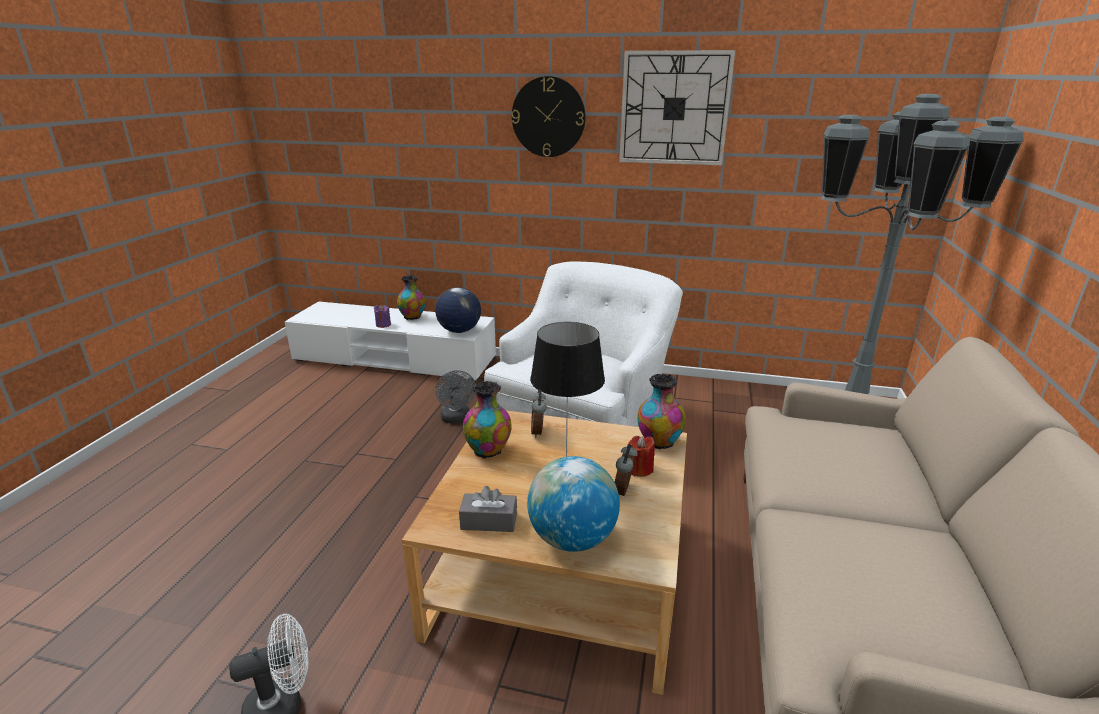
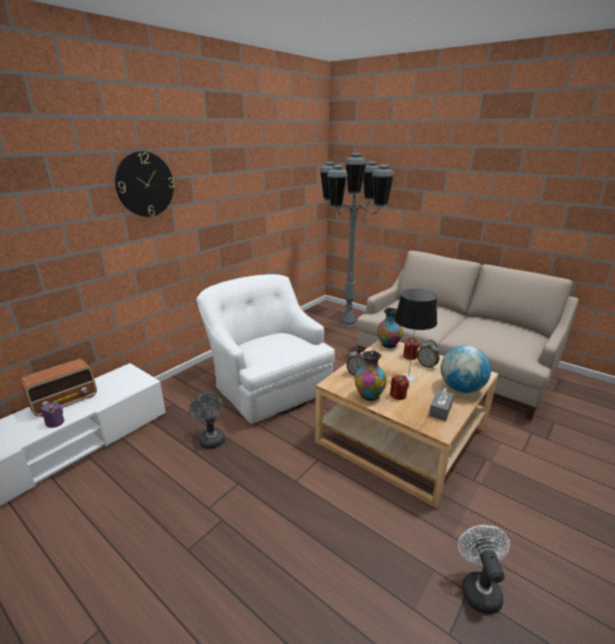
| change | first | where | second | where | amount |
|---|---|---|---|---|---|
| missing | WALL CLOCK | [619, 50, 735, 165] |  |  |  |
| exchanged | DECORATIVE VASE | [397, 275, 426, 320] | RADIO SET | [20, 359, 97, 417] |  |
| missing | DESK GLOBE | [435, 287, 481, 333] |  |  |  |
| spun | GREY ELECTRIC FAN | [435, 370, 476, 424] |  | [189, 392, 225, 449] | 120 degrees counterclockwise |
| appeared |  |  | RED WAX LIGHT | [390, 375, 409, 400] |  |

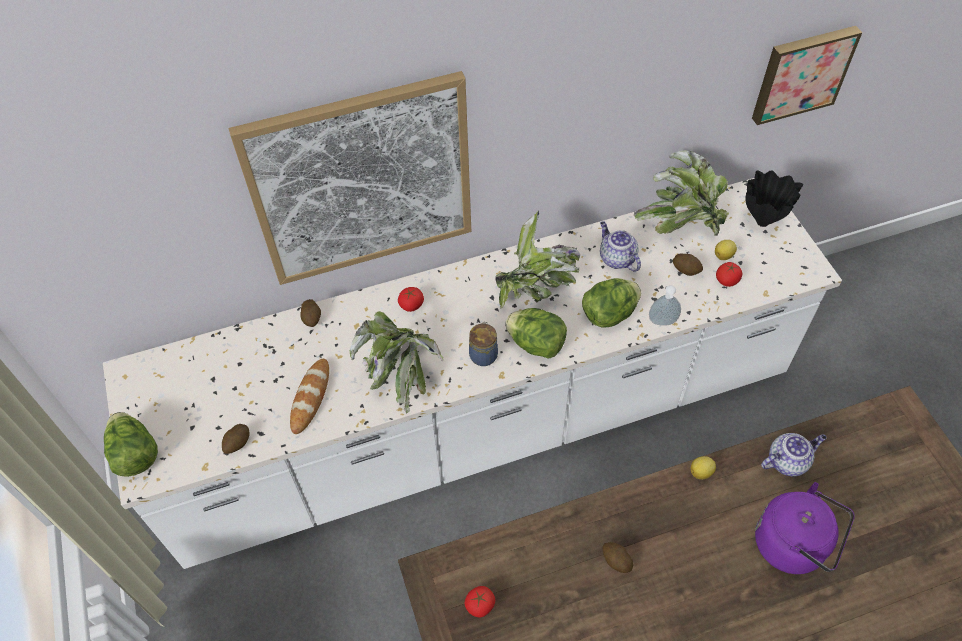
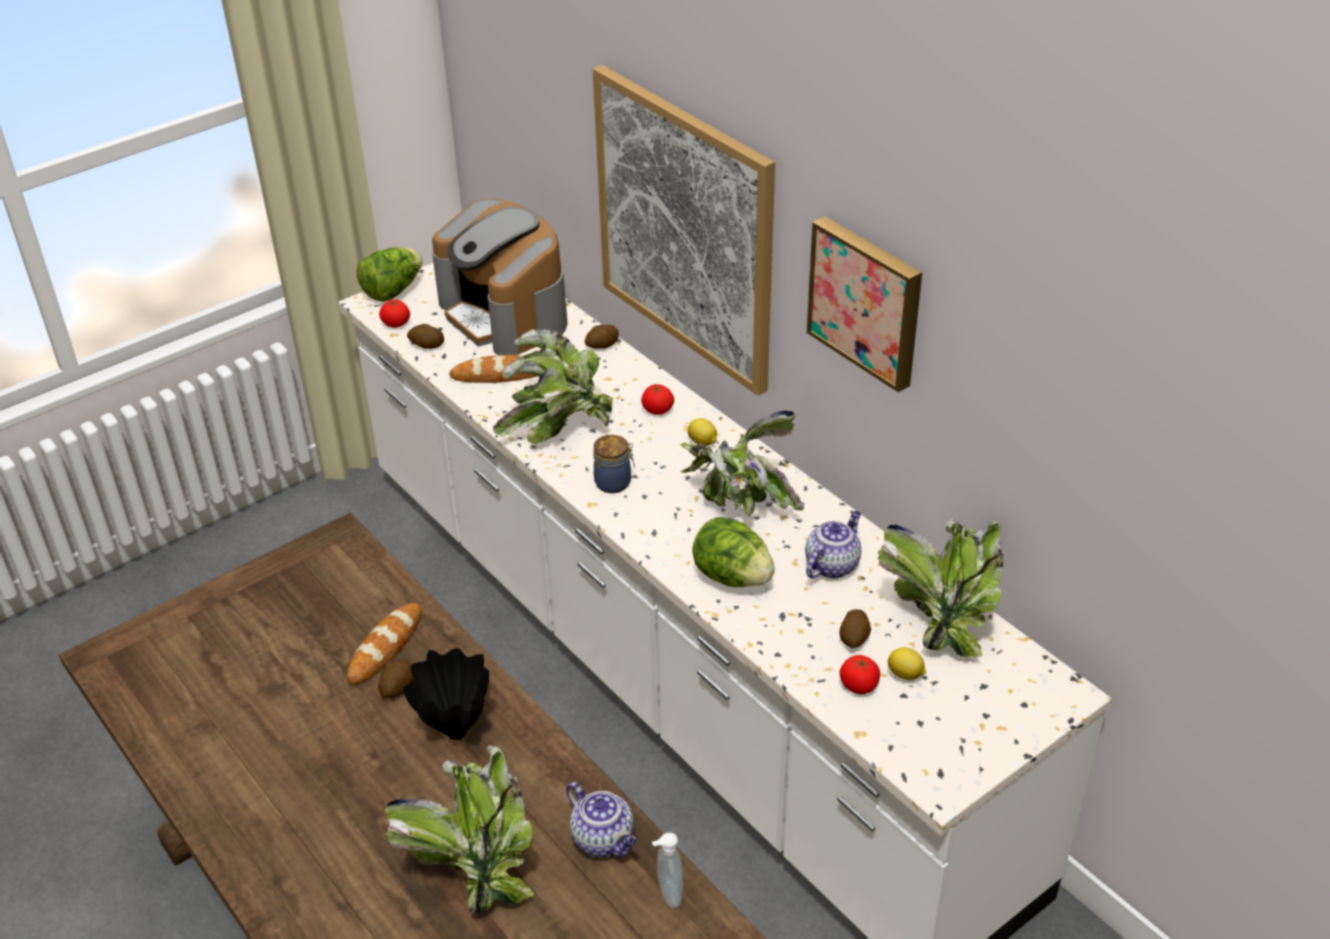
| change | first | where | second | where | amount |
|---|---|---|---|---|---|
| relocated | WALL ART | [752, 26, 862, 125] |  | [807, 216, 922, 392] |  |
| relocated | BLACKISH DECORATIVE VASE | [745, 170, 803, 227] |  | [403, 648, 489, 740] |  |
| relocated | SOAP BOTTLE | [649, 285, 681, 326] |  | [652, 833, 683, 908] |  |
| missing | LETTUCE HEAD | [505, 308, 567, 359] |  |  |  |
| relocated | LEMON | [691, 456, 716, 479] |  | [688, 418, 717, 446] |  |
| exchanged | PURPLE WATER KETTLE | [755, 482, 855, 574] | HOUSEPLANT | [385, 745, 534, 913] |  |
| relocated | WHOLE TOMATO | [464, 586, 495, 617] |  | [379, 299, 410, 328] |  |
| appeared |  |  | COFFEE MAKER | [432, 198, 568, 356] |  |
| appeared |  |  | BAKERY BREAD | [347, 603, 421, 685] |  |

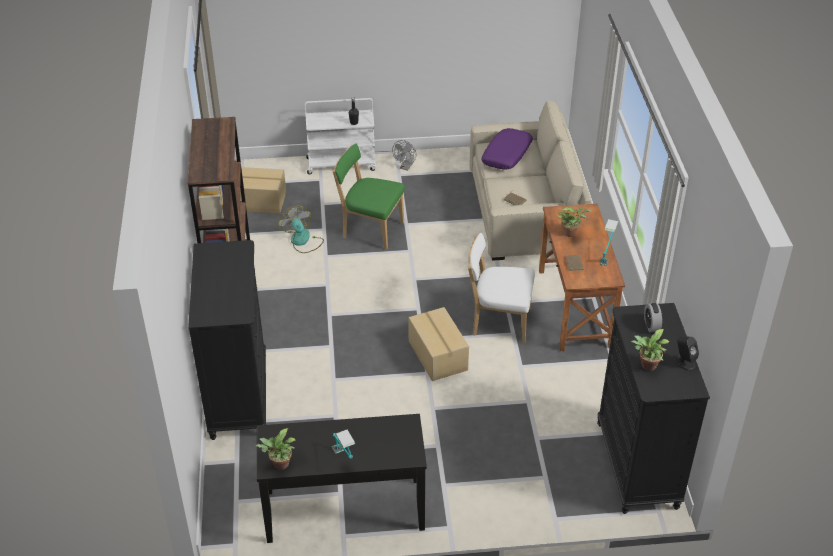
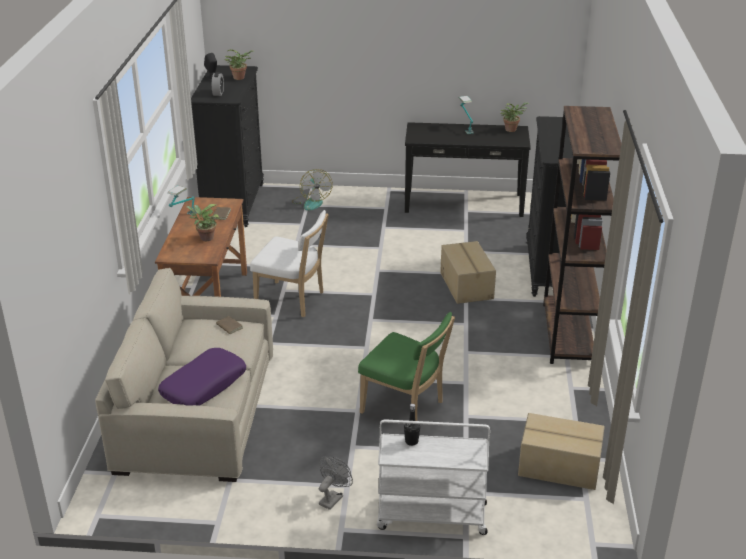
| change | first | where | second | where | amount |
|---|---|---|---|---|---|
| relocated | ELECTRIC FAN | [278, 206, 324, 253] |  | [292, 169, 333, 211] |  |
| relocated | CARDBOARD BOX | [408, 307, 469, 381] |  | [440, 241, 496, 304] |  |

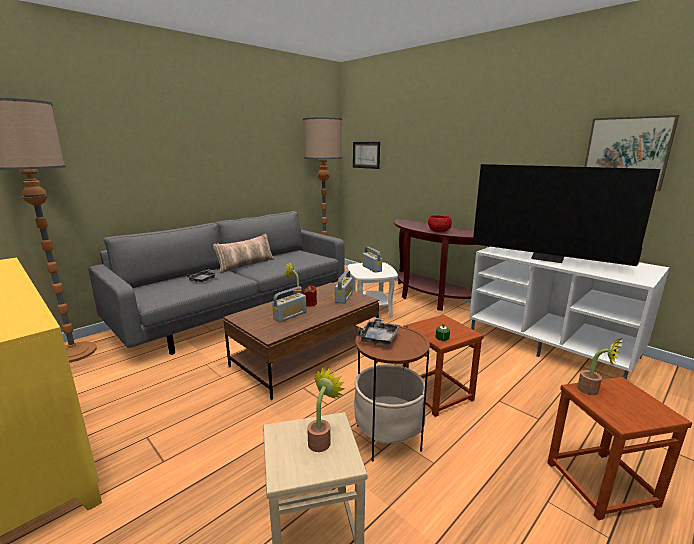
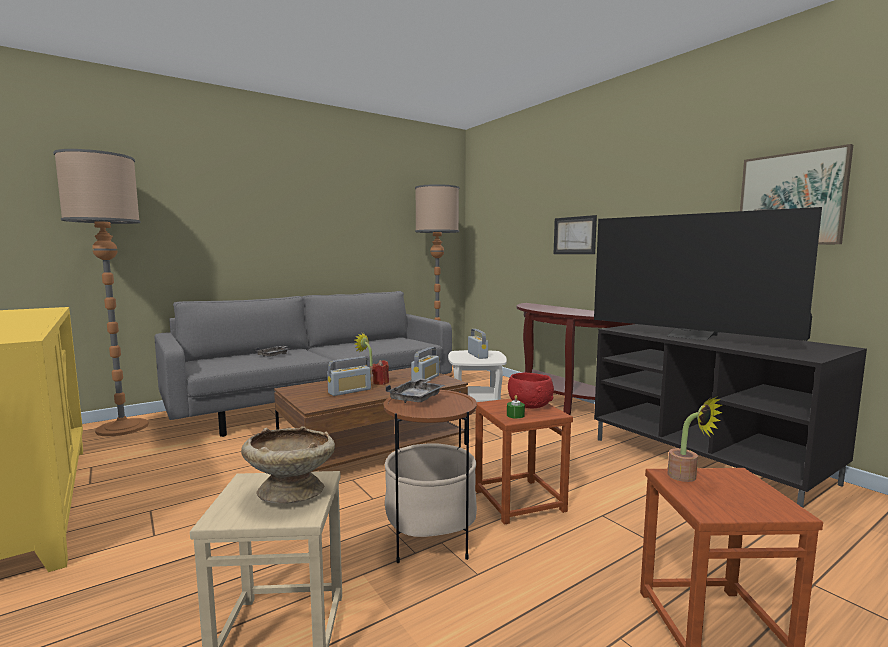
| change | first | where | second | where | amount |
|---|---|---|---|---|---|
| relocated | WALL ART | [353, 142, 380, 169] |  | [554, 215, 597, 254] |  |
| relocated | RED SERVING BOWL | [428, 215, 452, 232] |  | [508, 373, 554, 408] |  |
| missing | PILLOW | [213, 234, 274, 273] |  |  |  |
| colour | WHITE TV STAND | [469, 247, 670, 380] | BLACKISH TV STAND | [594, 324, 867, 508] |  |
| exchanged | HOUSEPLANT | [307, 367, 345, 452] | SAND-COLOURED SERVING BOWL | [241, 426, 335, 504] |  |

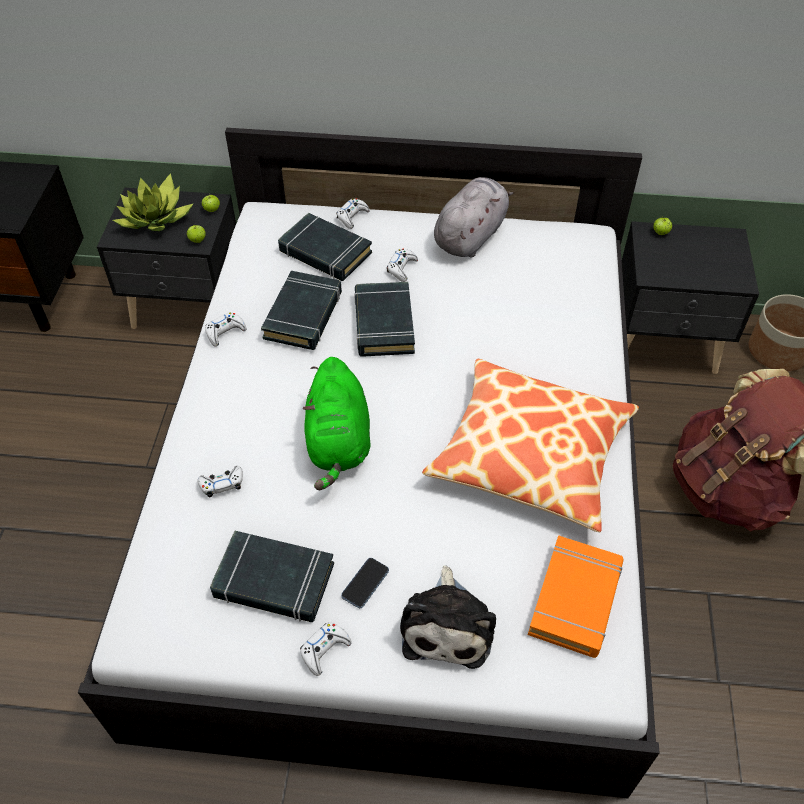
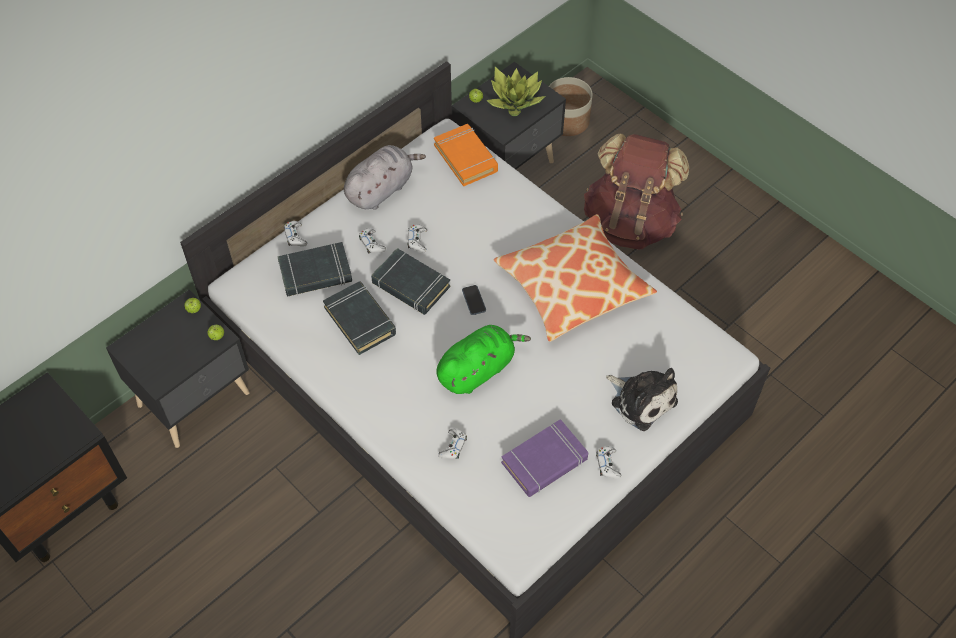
| change | first | where | second | where | amount |
|---|---|---|---|---|---|
| relocated | HOUSEPLANT | [113, 173, 194, 231] |  | [486, 67, 545, 116] |  |
| spun | GREY PLUSH TOY | [434, 177, 515, 258] |  | [344, 145, 426, 210] | 60 degrees clockwise |
| relocated | WHITE JOYPAD | [205, 312, 246, 347] |  | [407, 225, 427, 252] |  |
| spun | GREEN-COLOURED PLUSH TOY | [303, 357, 370, 490] |  | [436, 325, 531, 394] | 75 degrees counterclockwise |
| colour | BLACKISH BOUND BOOK | [210, 531, 334, 622] | PURPLE BOUND BOOK | [501, 419, 588, 497] |  |
| relocated | ORANGE-COLOURED BOUND BOOK | [528, 535, 623, 658] |  | [434, 124, 498, 187] |  |
| relocated | PHONE | [341, 558, 389, 608] |  | [462, 285, 486, 315] |  |

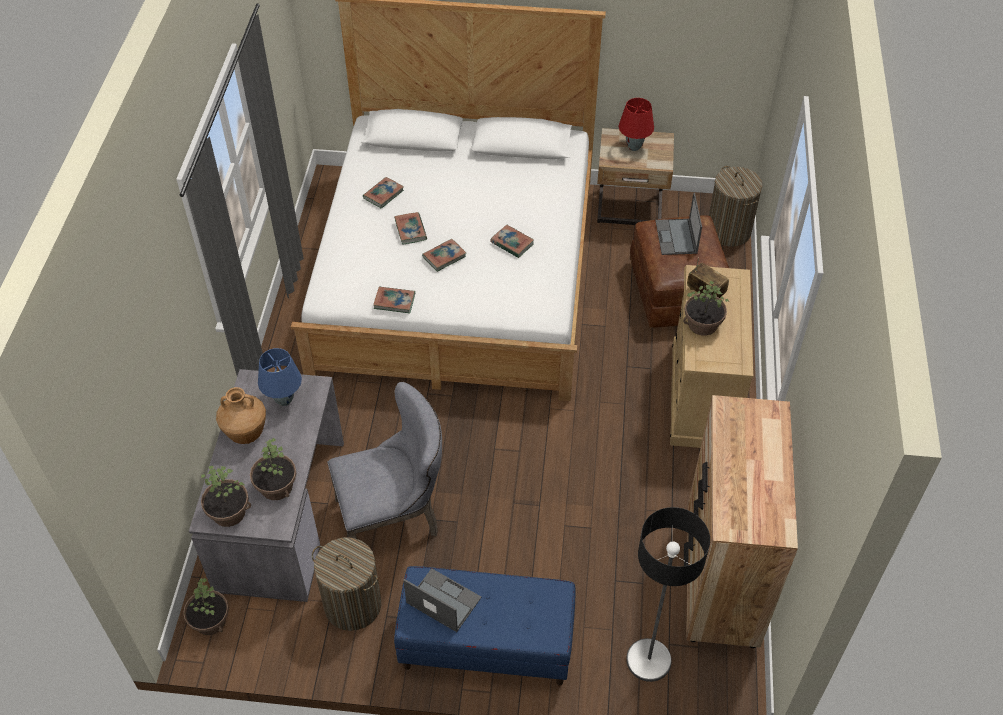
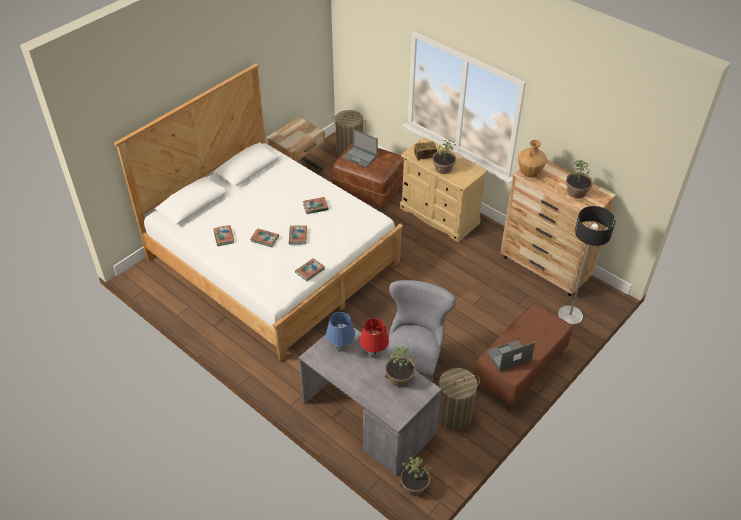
| change | first | where | second | where | amount |
|---|---|---|---|---|---|
| relocated | RED TABLETOP LAMP | [618, 98, 654, 151] |  | [360, 318, 389, 358] |  |
| relocated | BROWNISH DECORATIVE VASE | [216, 387, 266, 444] |  | [518, 140, 547, 177] |  |
| relocated | HOUSEPLANT | [201, 466, 251, 527] |  | [566, 160, 593, 198] |  |
| colour | BLUE BENCH | [394, 566, 575, 686] | BROWNISH BENCH | [473, 303, 573, 412] |  |

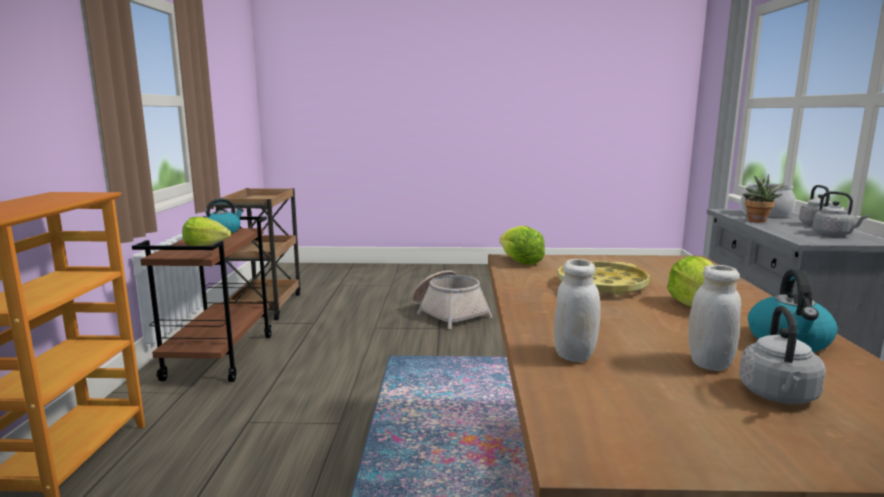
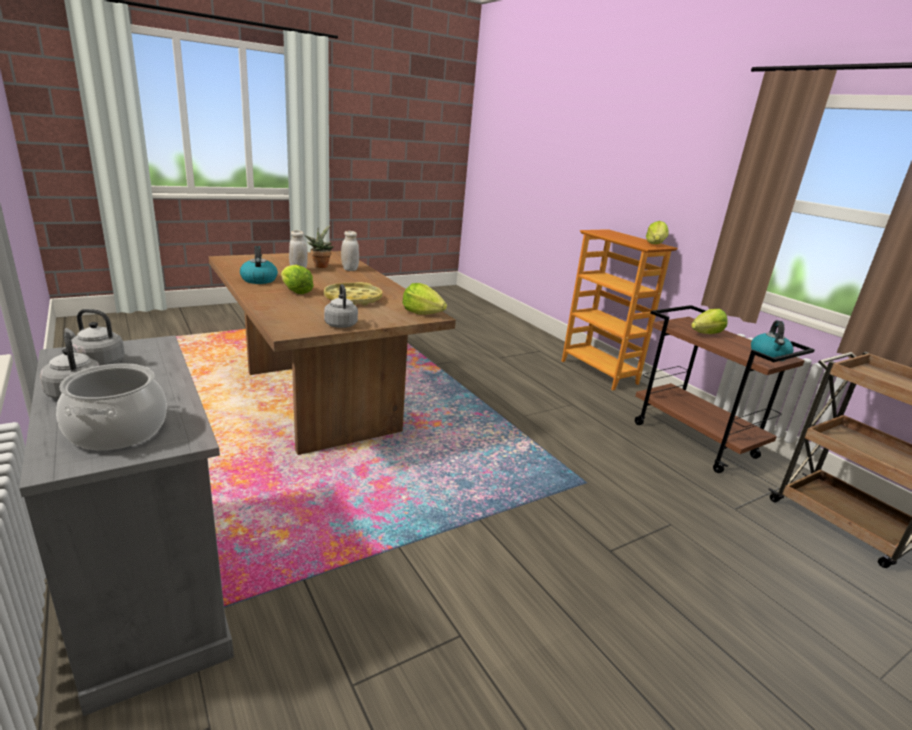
| change | first | where | second | where | amount |
|---|---|---|---|---|---|
| relocated | HOUSEPLANT | [743, 174, 785, 223] |  | [304, 225, 334, 268] |  |
| missing | STORAGE BASKET | [412, 270, 492, 329] |  |  |  |
| relocated | GREY WATER KETTLE | [739, 306, 826, 404] |  | [324, 284, 358, 328] |  |
| appeared |  |  | LETTUCE HEAD | [646, 221, 669, 244] |  |

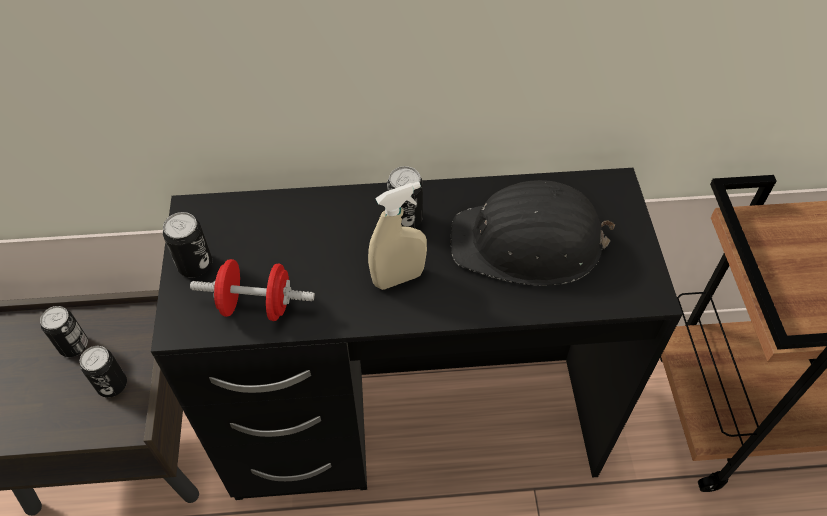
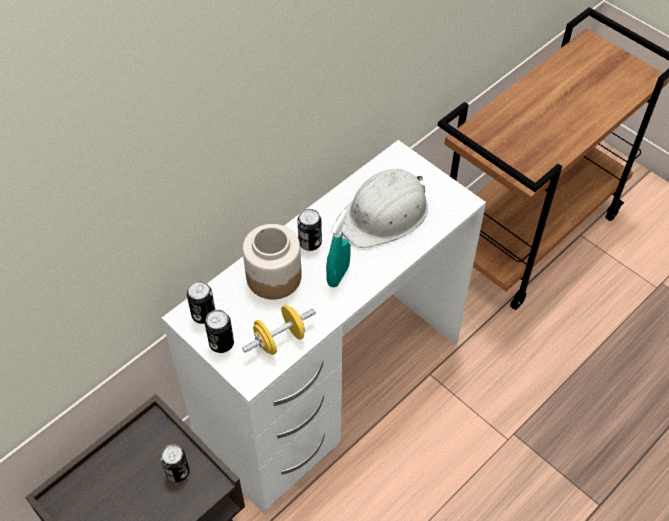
| change | first | where | second | where | amount |
|---|---|---|---|---|---|
| colour | BLACKISH DESK UNIT | [151, 168, 683, 500] | WHITE DESK UNIT | [162, 140, 486, 514] |  |
| colour | BLACKISH WORK HELMET | [451, 180, 615, 286] | WHITE WORK HELMET | [336, 169, 428, 248] |  |
| colour | SAND-COLOURED SPRAYER | [368, 182, 427, 290] | TURQUOISE-COLOURED SPRAYER | [326, 210, 351, 287] |  |
| colour | RED DUMBBELL | [190, 259, 315, 321] | YELLOW-COLOURED DUMBBELL | [242, 305, 316, 355] |  |
| relocated | METAL CAN | [40, 306, 88, 357] |  | [187, 281, 215, 324] |  |
| appeared |  |  | PRESERVE JAR | [243, 224, 302, 299] |  |

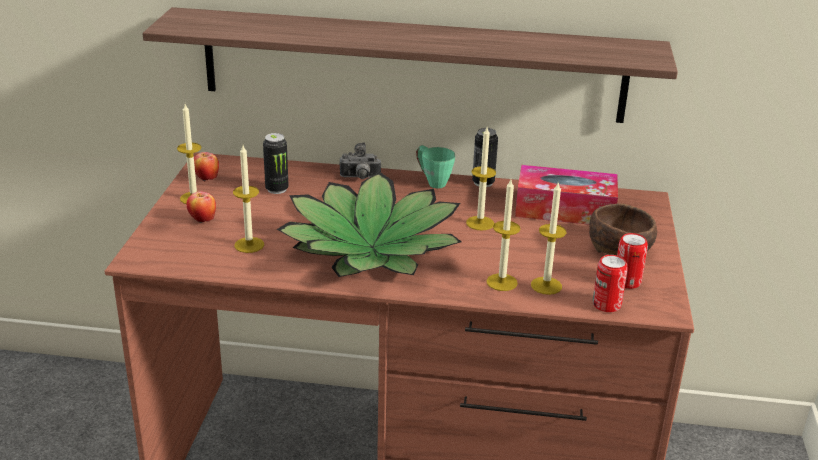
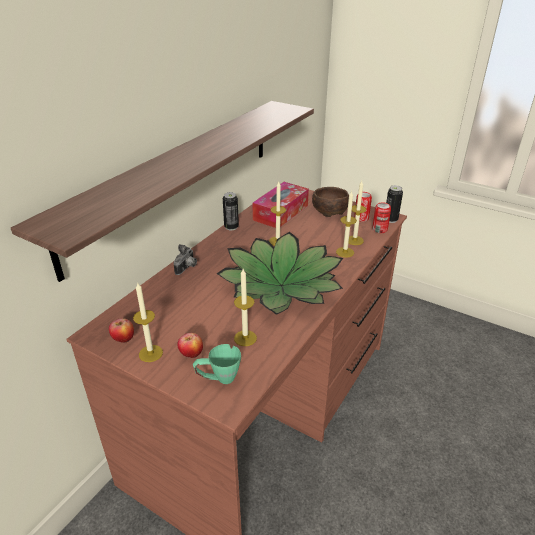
| change | first | where | second | where | amount |
|---|---|---|---|---|---|
| relocated | METAL CAN | [263, 133, 289, 194] |  | [386, 185, 403, 223] |  |
| relocated | GREEN-COLOURED TEA MUG | [416, 145, 455, 189] |  | [193, 344, 241, 384] |  |

